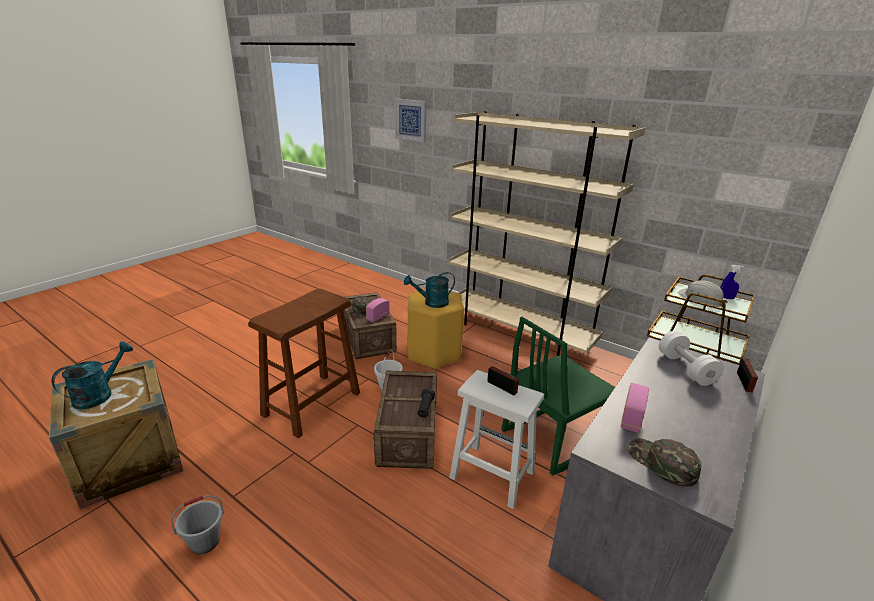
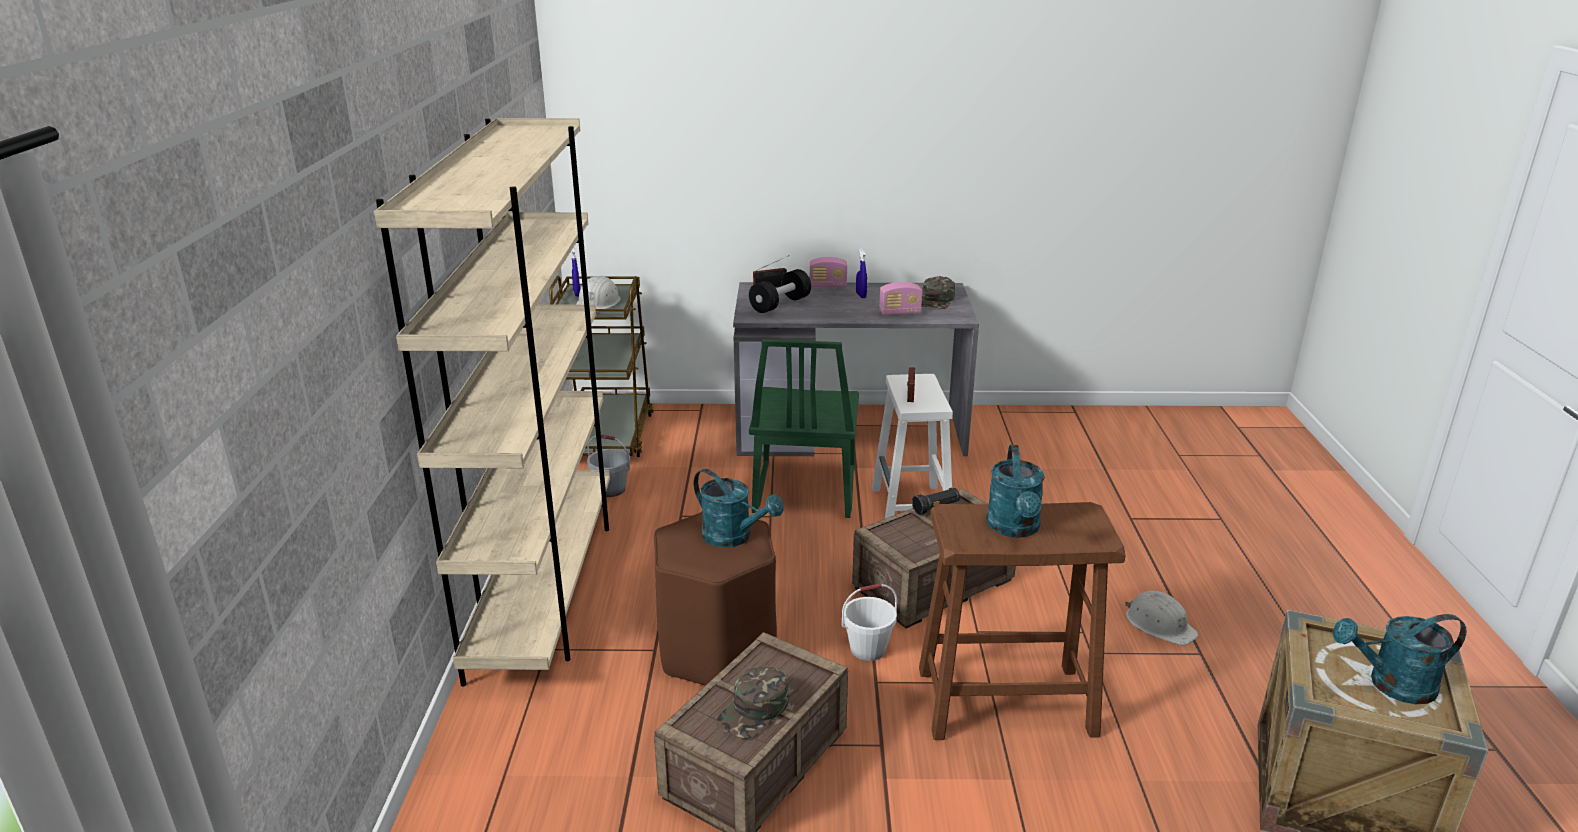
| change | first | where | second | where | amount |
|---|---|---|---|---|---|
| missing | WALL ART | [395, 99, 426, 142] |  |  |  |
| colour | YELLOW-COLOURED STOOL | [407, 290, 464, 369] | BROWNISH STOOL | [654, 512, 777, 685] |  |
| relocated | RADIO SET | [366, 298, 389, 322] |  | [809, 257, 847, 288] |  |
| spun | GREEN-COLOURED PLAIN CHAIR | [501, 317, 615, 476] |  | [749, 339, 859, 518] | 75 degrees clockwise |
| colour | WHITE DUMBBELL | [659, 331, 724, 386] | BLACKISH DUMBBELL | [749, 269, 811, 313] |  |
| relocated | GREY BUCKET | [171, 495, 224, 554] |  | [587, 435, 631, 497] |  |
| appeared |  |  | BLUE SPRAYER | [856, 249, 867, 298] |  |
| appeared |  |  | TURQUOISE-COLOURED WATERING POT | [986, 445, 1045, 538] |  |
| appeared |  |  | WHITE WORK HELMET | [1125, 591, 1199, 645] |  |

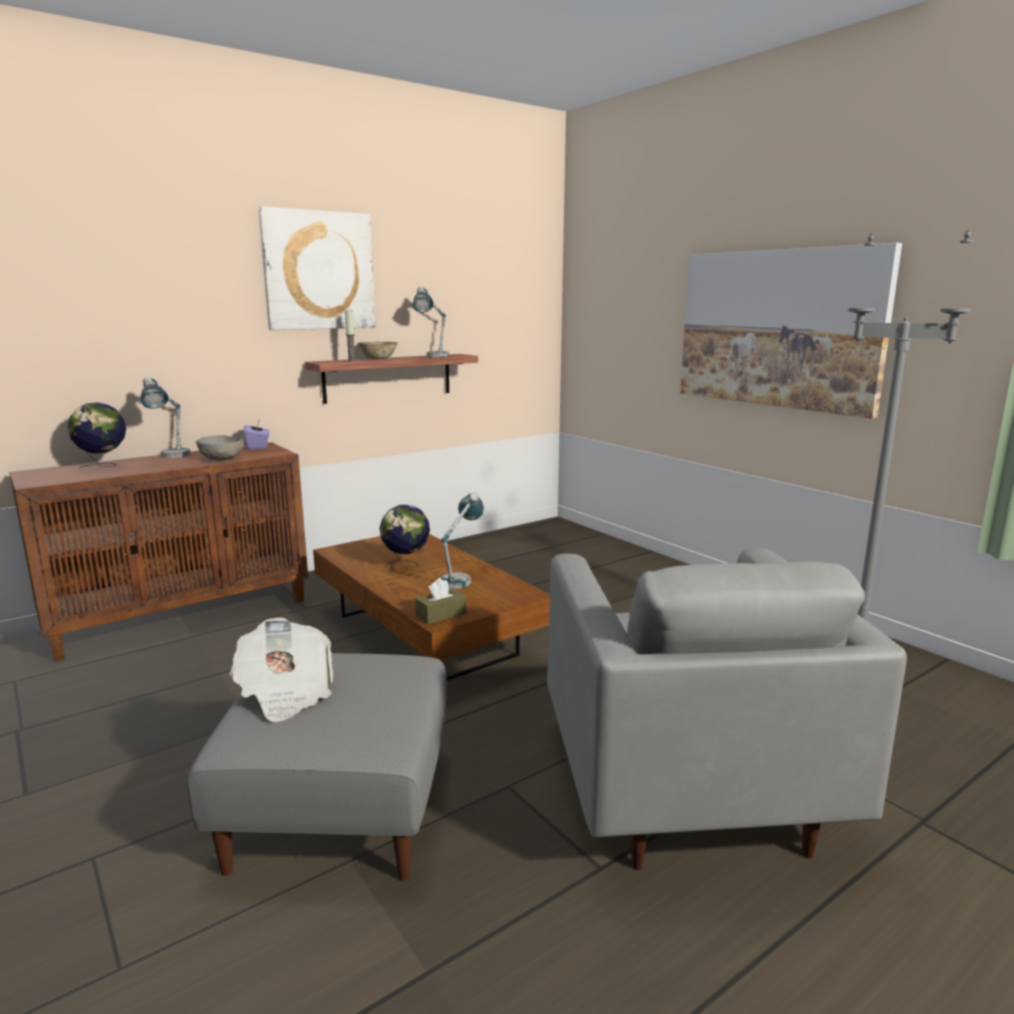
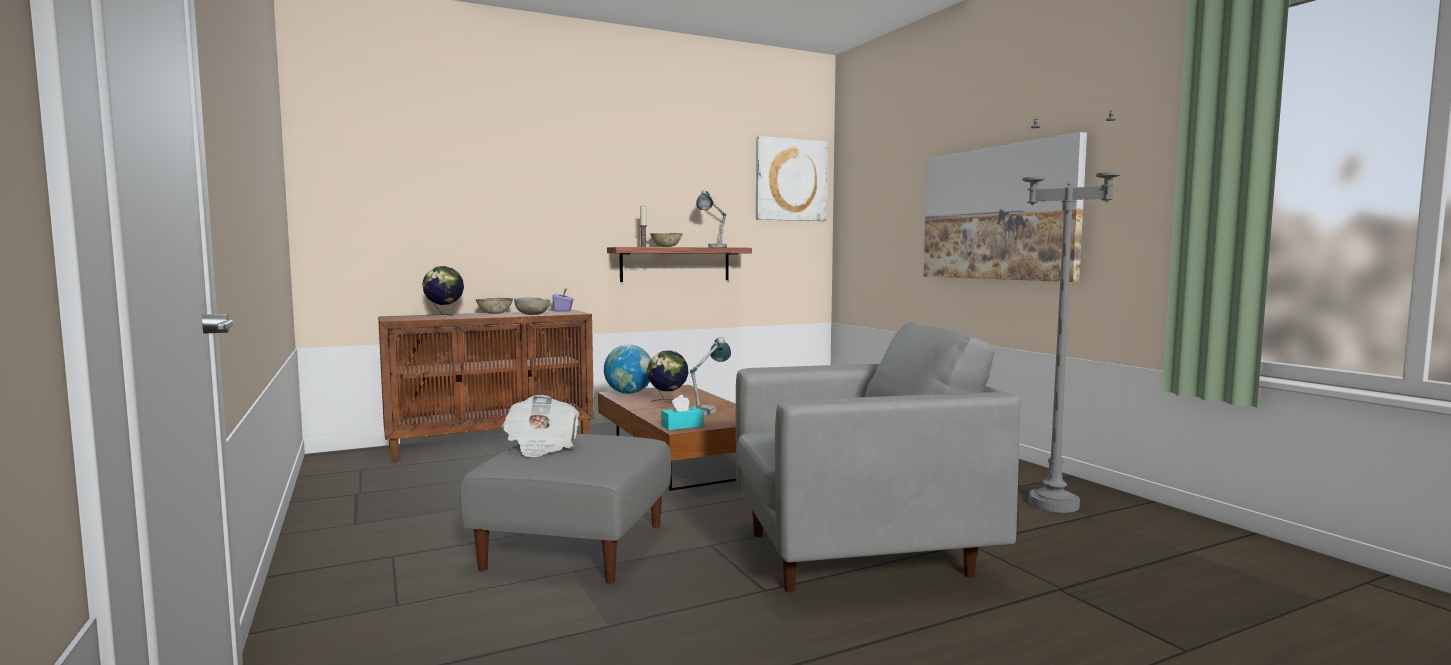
| change | first | where | second | where | amount |
|---|---|---|---|---|---|
| relocated | WALL ART | [258, 206, 376, 330] |  | [756, 136, 827, 221] |  |
| exchanged | TABLETOP LAMP | [141, 377, 190, 458] | SERVING BOWL | [476, 298, 513, 314] |  |
| spun | GREY EASY CHAIR | [547, 548, 907, 870] |  | [735, 322, 1020, 592] | 105 degrees counterclockwise |
| colour | BROWNISH TISSUE BOX | [415, 578, 467, 625] | TURQUOISE-COLOURED TISSUE BOX | [661, 395, 703, 430] |  |
| appeared |  |  | DESK GLOBE | [604, 344, 651, 394] |  |

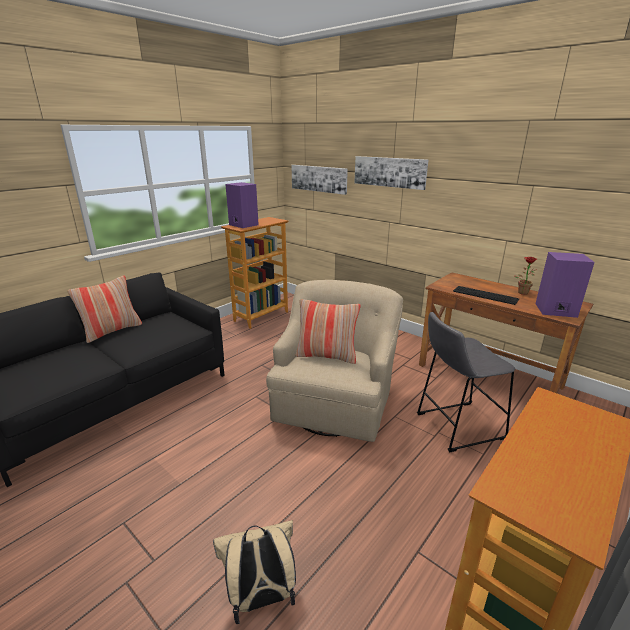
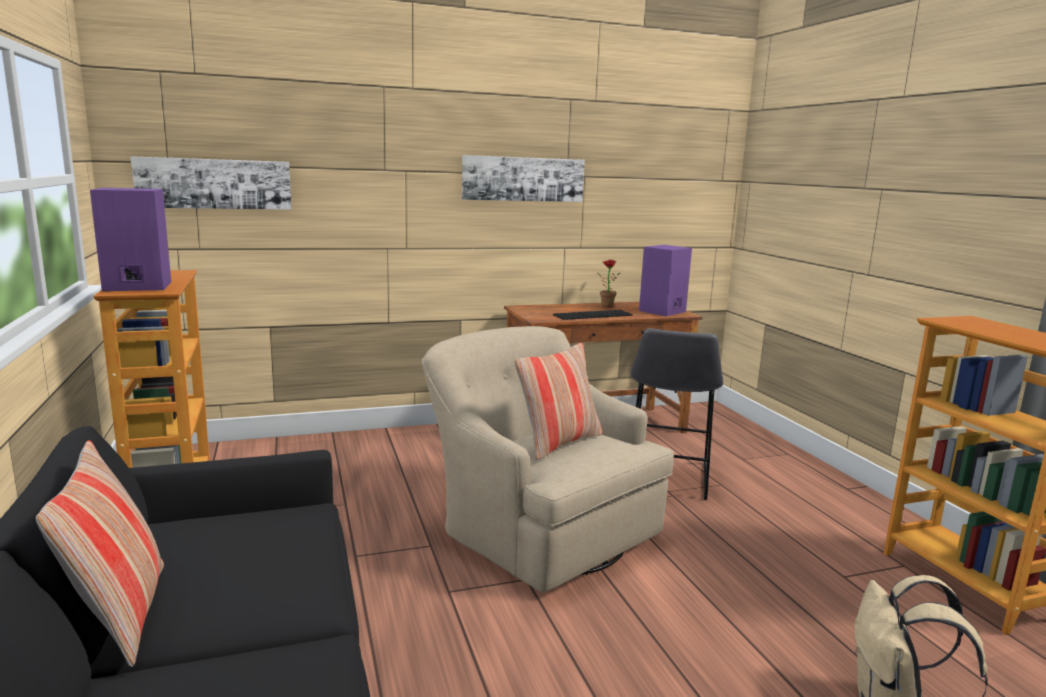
| change | first | where | second | where | amount |
|---|---|---|---|---|---|
| relocated | WALL ART | [354, 156, 429, 190] |  | [462, 155, 585, 202] |  |

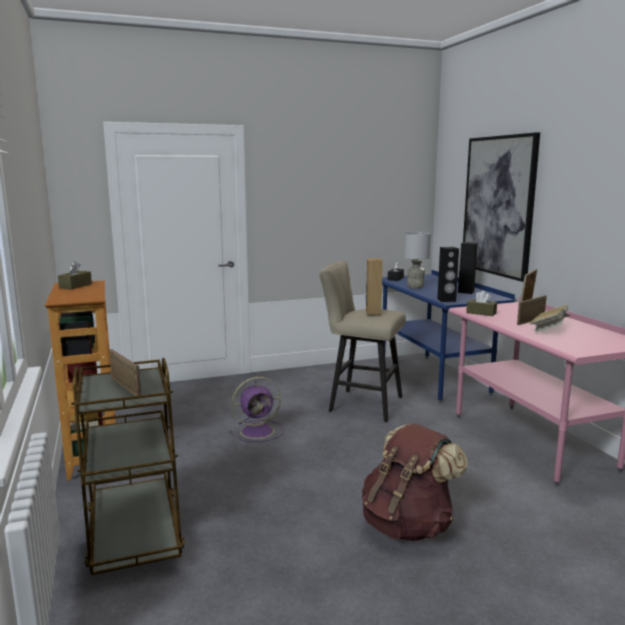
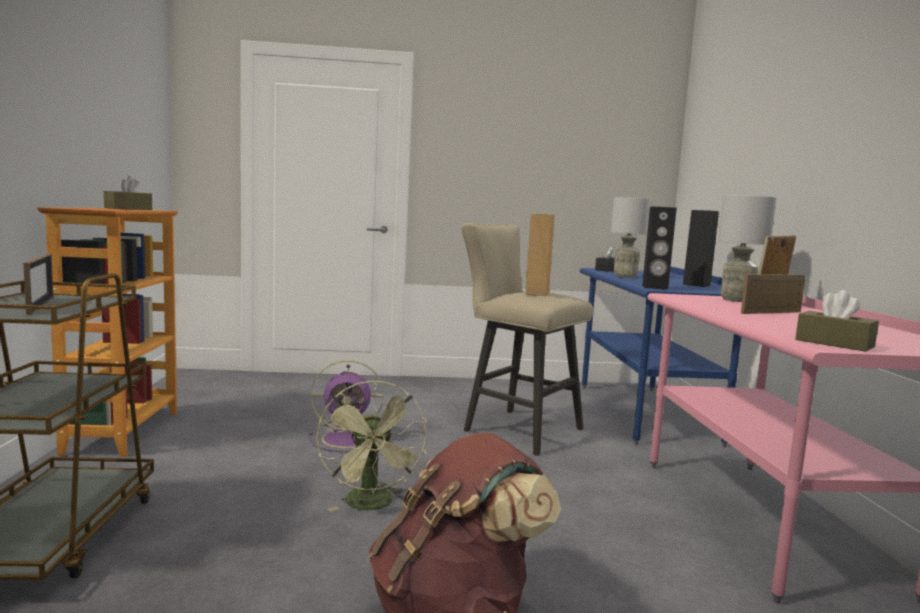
| change | first | where | second | where | amount |
|---|---|---|---|---|---|
| missing | WALL ART | [463, 132, 540, 282] |  |  |  |
| relocated | BROWNISH TISSUE BOX | [466, 291, 497, 316] |  | [795, 290, 879, 352] |  |
| missing | BOUND BOOK | [529, 304, 571, 333] |  |  |  |
| appeared |  |  | GREY TABLETOP LAMP | [718, 195, 777, 302] |  |
| appeared |  |  | GREEN-COLOURED ELECTRIC FAN | [316, 380, 427, 511] |  |

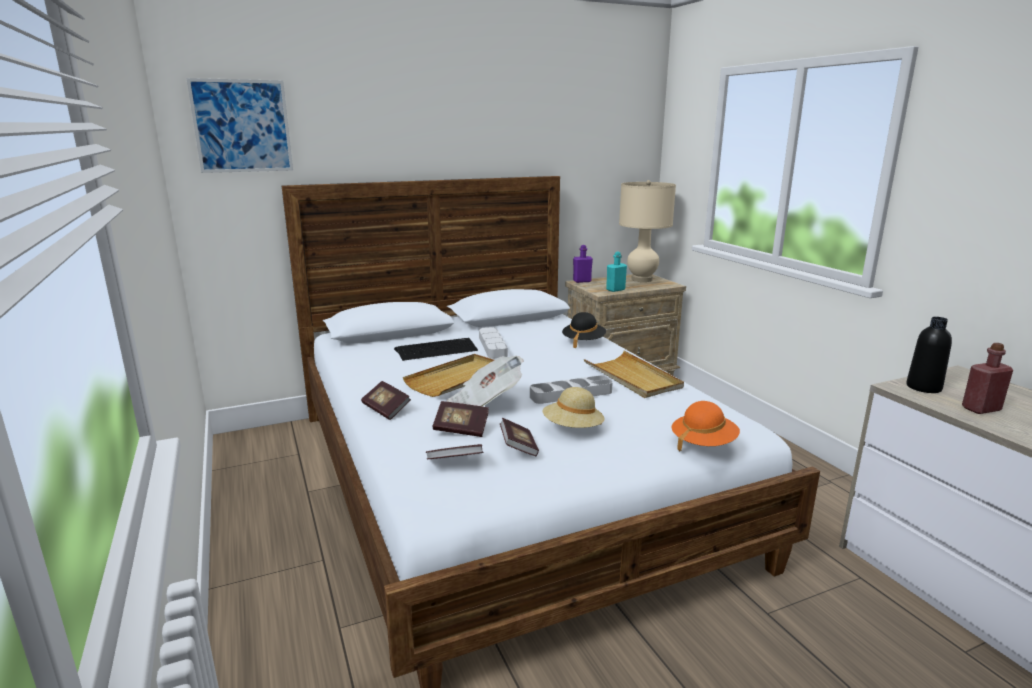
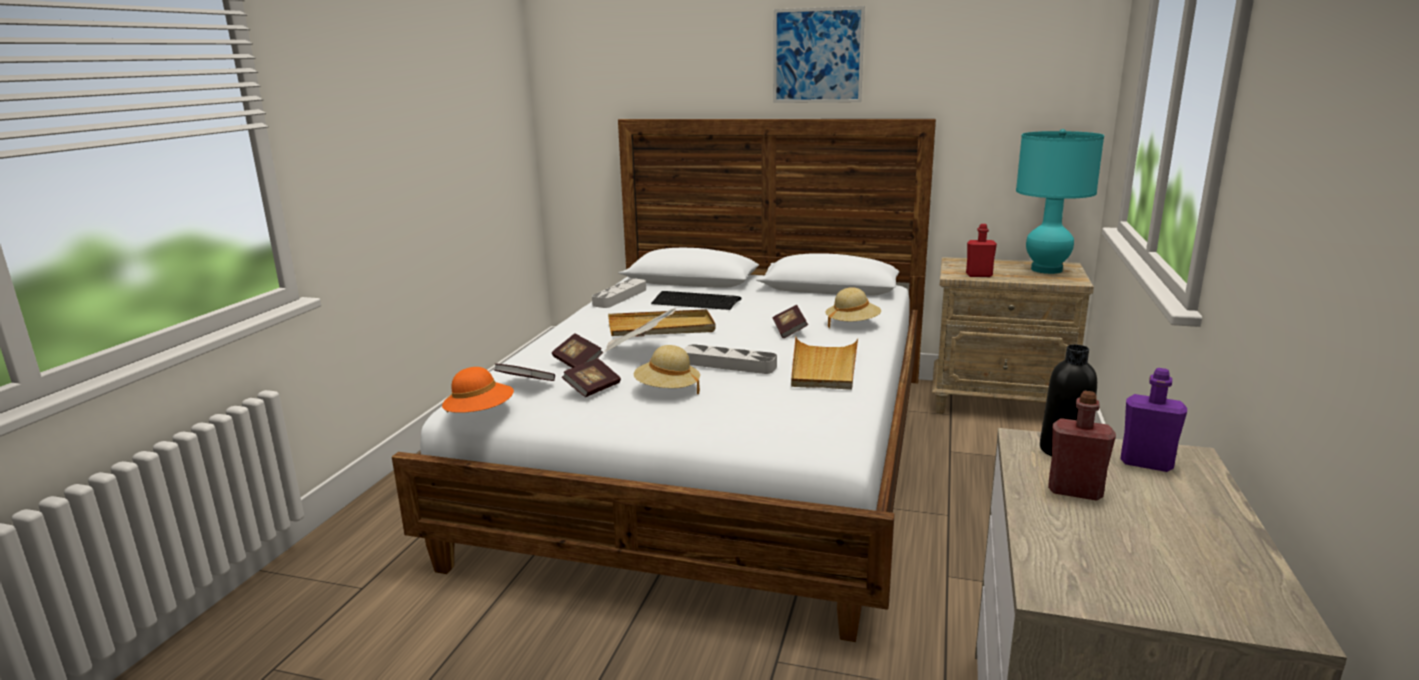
| change | first | where | second | where | amount |
|---|---|---|---|---|---|
| relocated | WALL ART | [186, 78, 293, 173] |  | [773, 6, 865, 103] |  |
| colour | SAND-COLOURED TABLETOP LAMP | [619, 180, 676, 282] | TURQUOISE-COLOURED TABLETOP LAMP | [1016, 129, 1104, 274] |  |
| relocated | PURPLE DRINK BOTTLE | [573, 245, 593, 283] |  | [1120, 368, 1187, 472] |  |
| colour | TURQUOISE-COLOURED DRINK BOTTLE | [606, 252, 627, 292] | RED DRINK BOTTLE | [966, 224, 997, 277] |  |
| colour | BLACKISH HAT | [562, 312, 606, 349] | SAND-COLOURED HAT | [825, 287, 881, 328] |  |
| relocated | GREY CARRYING TRAY | [479, 327, 508, 359] |  | [592, 278, 646, 308] |  |
| relocated | BOUND BOOK | [361, 381, 411, 420] |  | [773, 305, 808, 338] |  |
| relocated | ORANGE-COLOURED HAT | [671, 401, 740, 452] |  | [442, 367, 514, 413] |  |

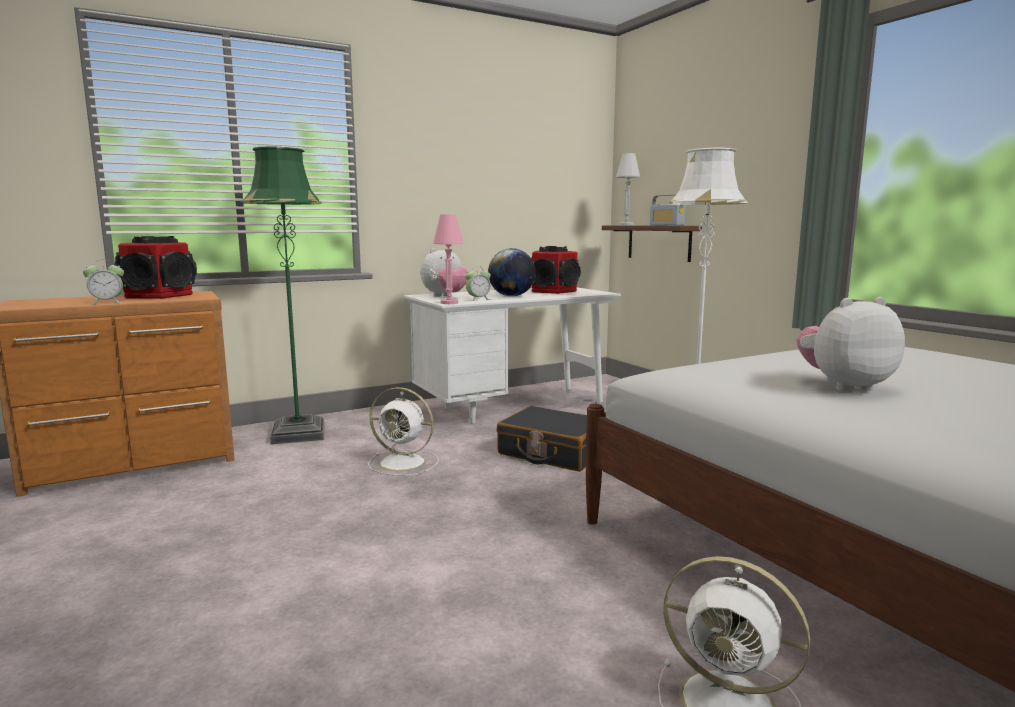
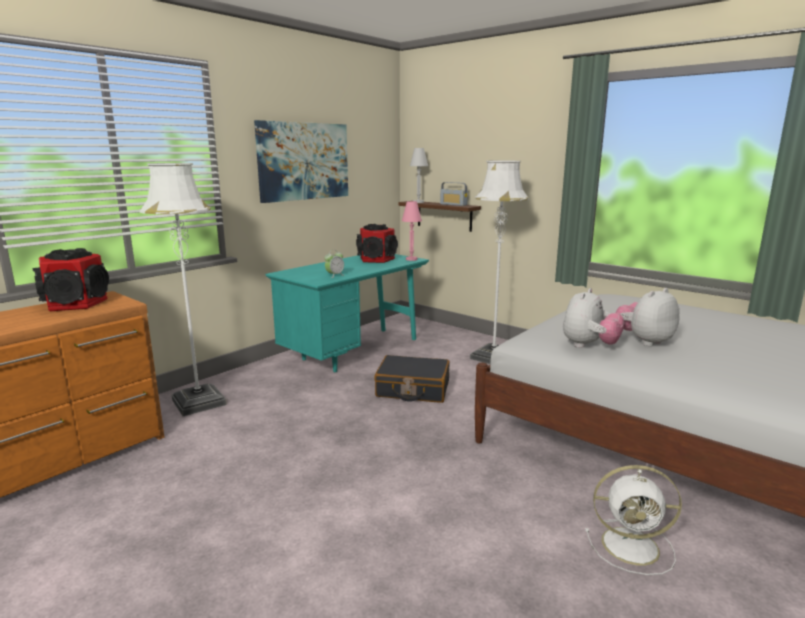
| change | first | where | second | where | amount |
|---|---|---|---|---|---|
| colour | GREEN-COLOURED STANDING LAMP | [242, 147, 324, 445] | WHITE STANDING LAMP | [140, 163, 227, 416] |  |
| relocated | PINK-COLOURED TABLETOP LAMP | [433, 215, 464, 304] |  | [402, 201, 422, 261] |  |
| relocated | PLUSH TOY | [420, 248, 468, 297] |  | [563, 288, 624, 348] |  |
| missing | DESK GLOBE | [488, 248, 536, 296] |  |  |  |
| missing | BEDSIDE CLOCK | [83, 260, 124, 305] |  |  |  |
| colour | WHITE DESK UNIT | [404, 287, 621, 424] | TURQUOISE-COLOURED DESK UNIT | [265, 254, 429, 372] |  |
| missing | WHITE ELECTRIC FAN | [368, 387, 439, 476] |  |  |  |
| appeared |  |  | WALL ART | [254, 120, 348, 203] |  |

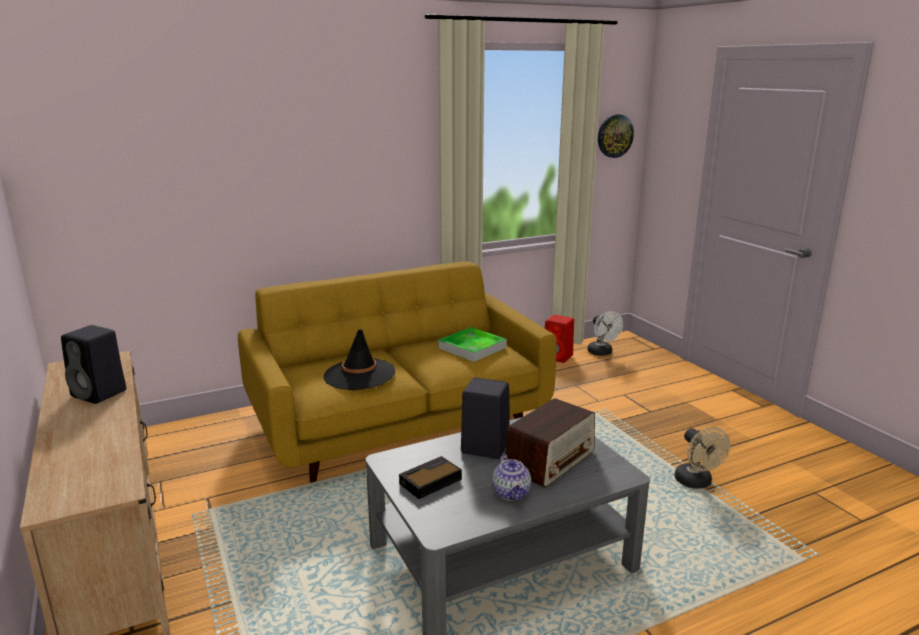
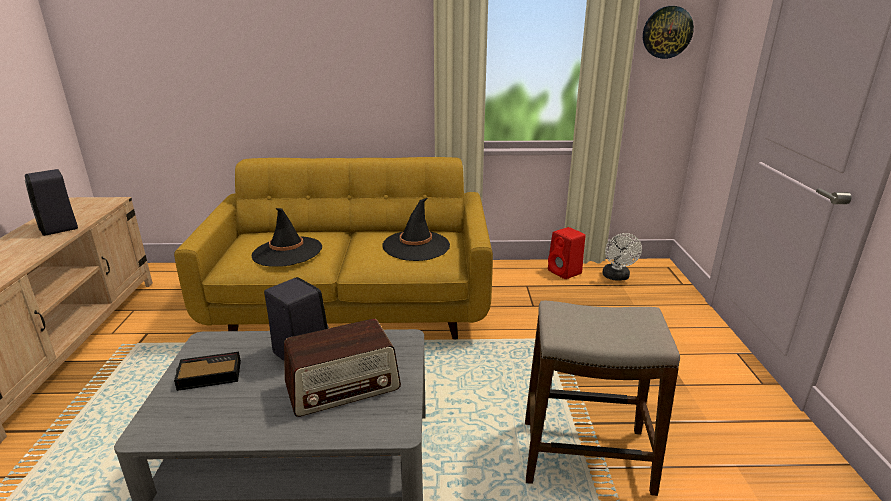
| change | first | where | second | where | amount |
|---|---|---|---|---|---|
| exchanged | CARRYING TRAY | [438, 327, 507, 362] | BLACKISH HAT | [382, 198, 450, 261] |  |
| exchanged | SAND-COLOURED ELECTRIC FAN | [674, 427, 731, 489] | STOOL | [525, 301, 680, 496] |  |
| missing | POT FOR TEA | [492, 453, 531, 501] |  |  |  |

